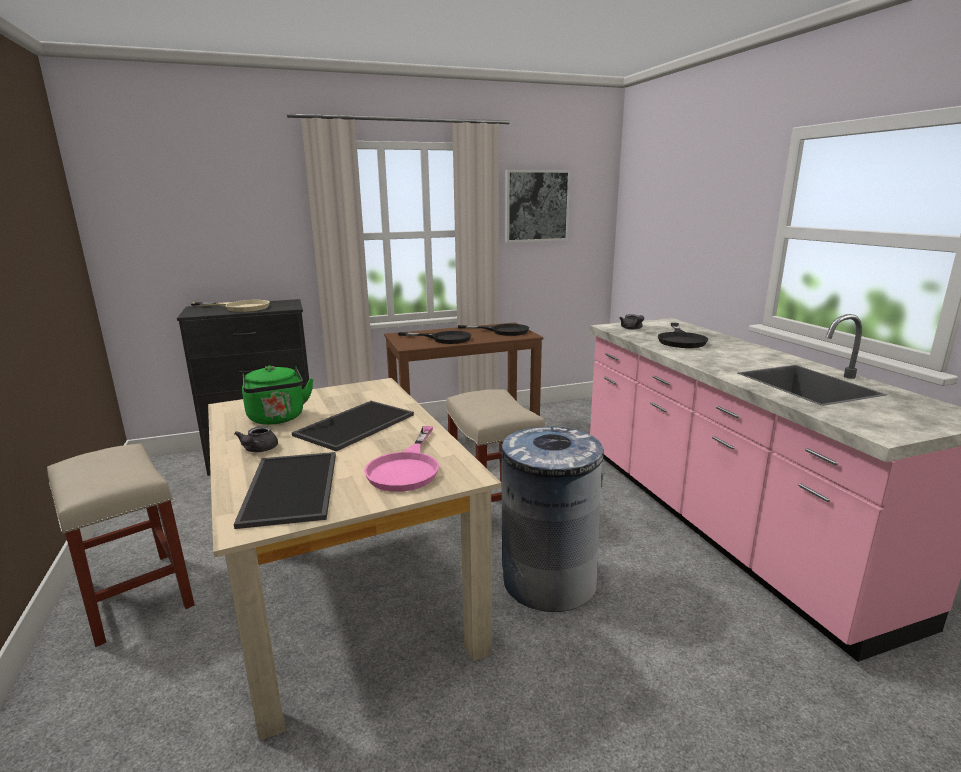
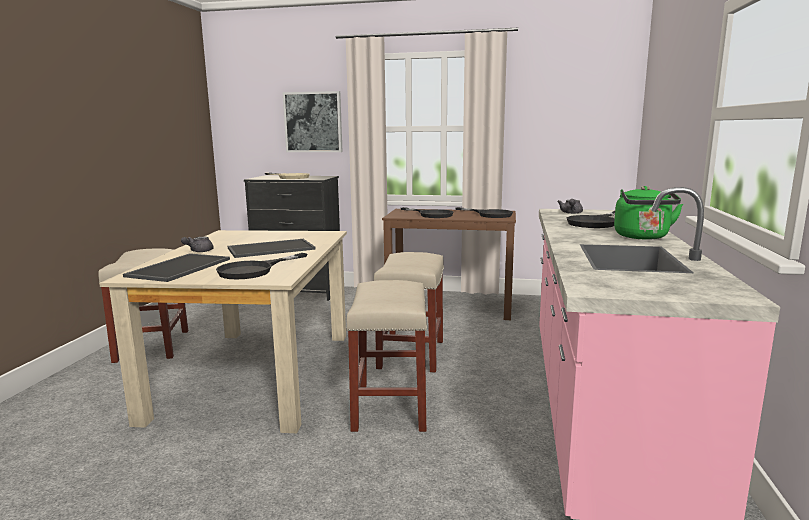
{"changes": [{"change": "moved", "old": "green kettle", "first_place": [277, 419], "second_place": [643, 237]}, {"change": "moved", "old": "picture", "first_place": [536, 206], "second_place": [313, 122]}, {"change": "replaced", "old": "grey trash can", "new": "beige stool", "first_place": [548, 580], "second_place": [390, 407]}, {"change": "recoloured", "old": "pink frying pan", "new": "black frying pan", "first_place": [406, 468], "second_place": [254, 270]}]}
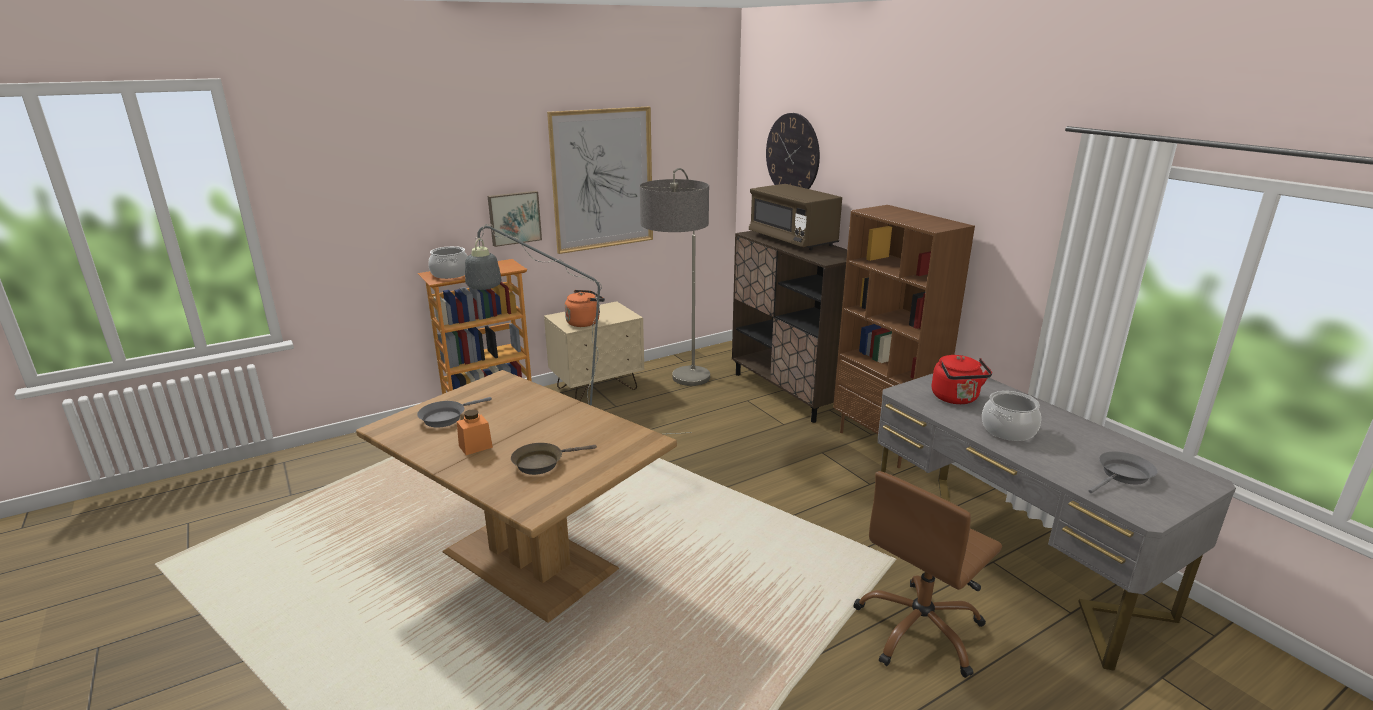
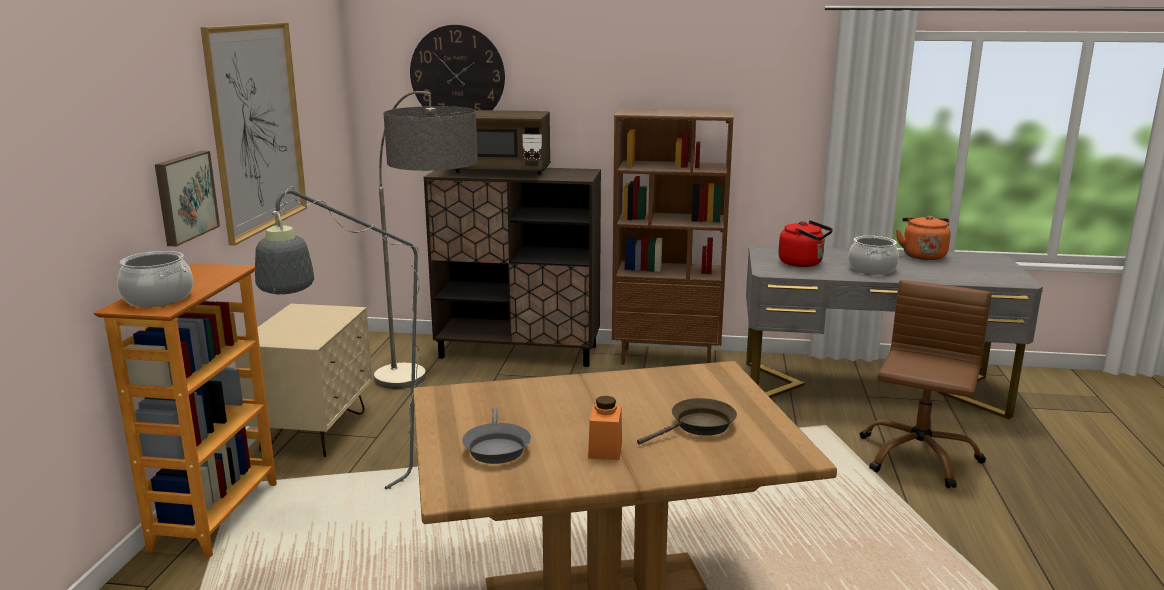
{"changes": [{"change": "removed", "old": "grey frying pan", "first_place": [1122, 476]}, {"change": "moved", "old": "orange kettle", "first_place": [584, 322], "second_place": [922, 255]}, {"change": "turned", "old": "brown frying pan", "first_place": [542, 463], "second_place": [698, 426], "degrees": -135}, {"change": "turned", "old": "brown office chair", "first_place": [920, 630], "second_place": [917, 456], "degrees": -150}]}
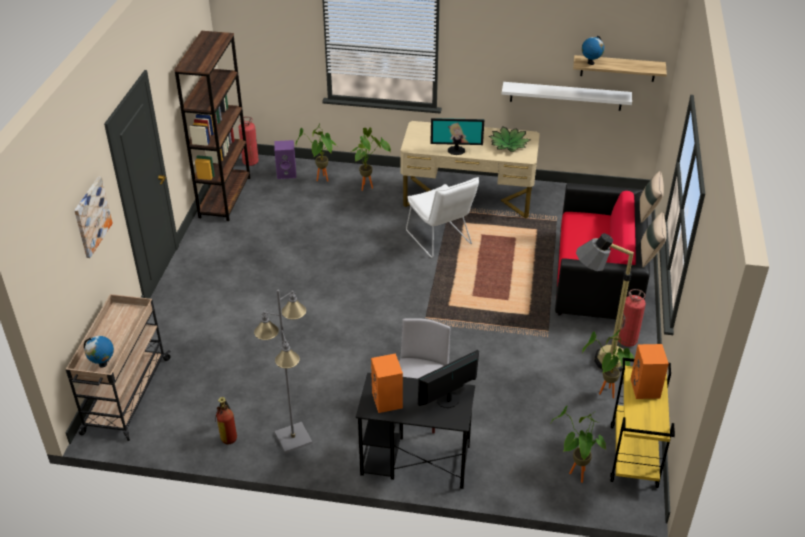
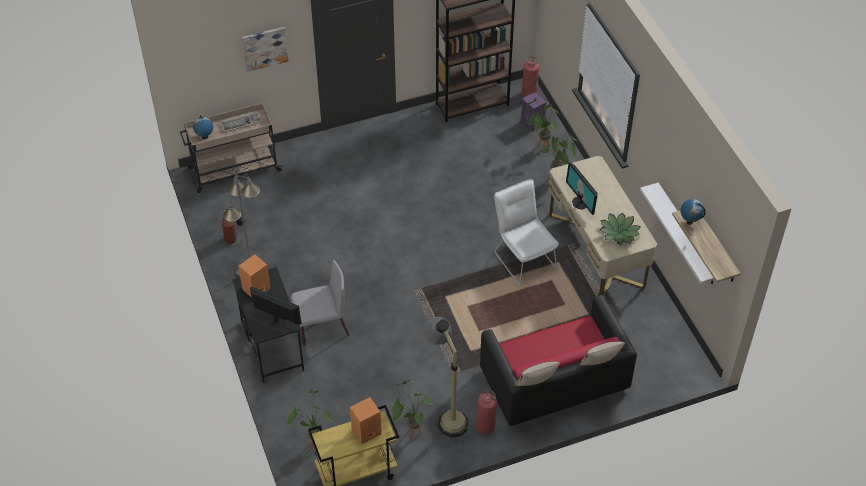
{"changes": [{"change": "added", "new": "keyboard", "second_place": [241, 122]}, {"change": "turned", "old": "white chair", "first_place": [441, 240], "second_place": [523, 257], "degrees": 120}]}
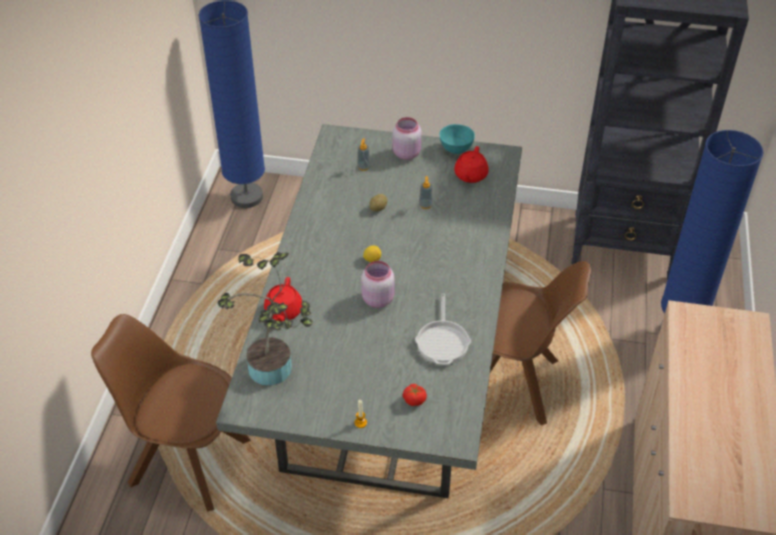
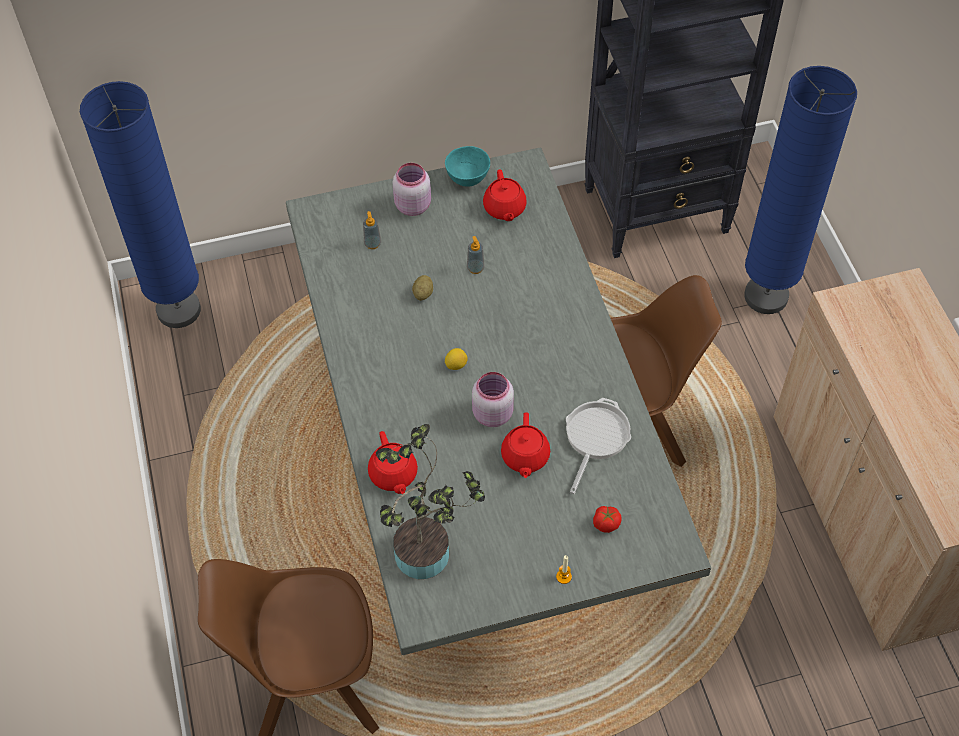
{"changes": [{"change": "added", "new": "red teapot", "second_place": [525, 457]}, {"change": "turned", "old": "frying pan", "first_place": [443, 341], "second_place": [595, 437], "degrees": -135}]}
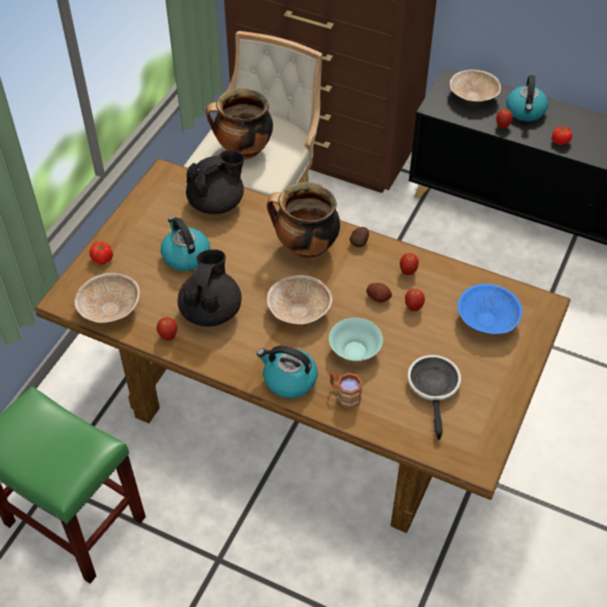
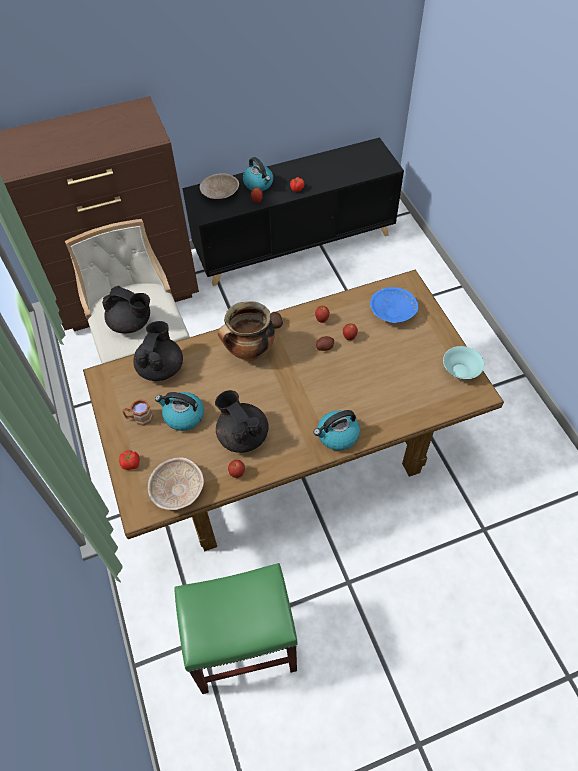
{"changes": [{"change": "removed", "old": "beige bowl", "first_place": [298, 310]}, {"change": "removed", "old": "frying pan", "first_place": [434, 388]}, {"change": "moved", "old": "turquoise bowl", "first_place": [355, 350], "second_place": [460, 370]}, {"change": "moved", "old": "brown mug", "first_place": [344, 395], "second_place": [139, 418]}, {"change": "replaced", "old": "cooking pot", "new": "black teapot", "first_place": [243, 151], "second_place": [131, 323]}]}
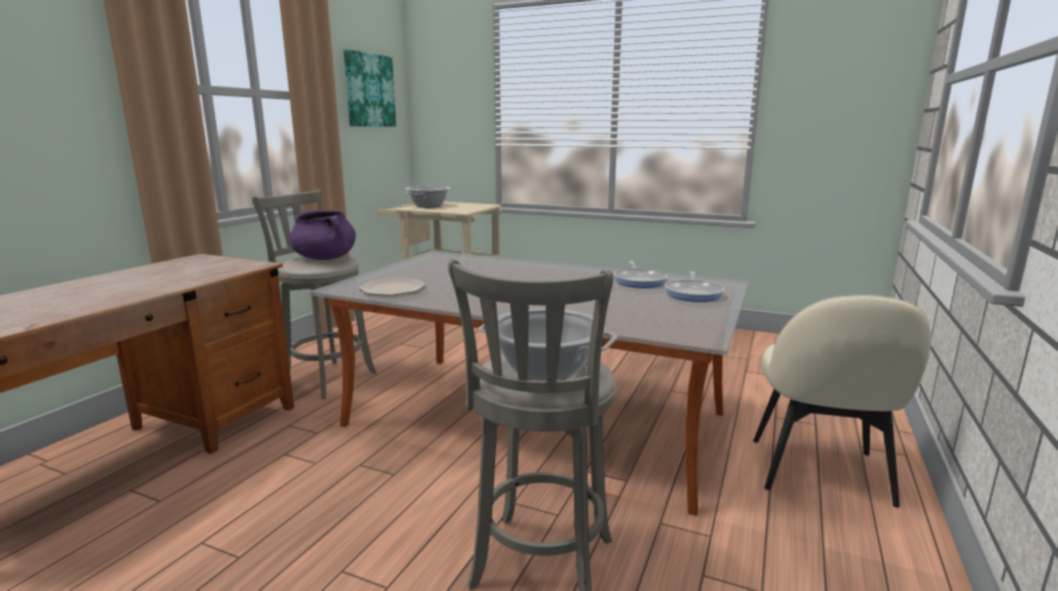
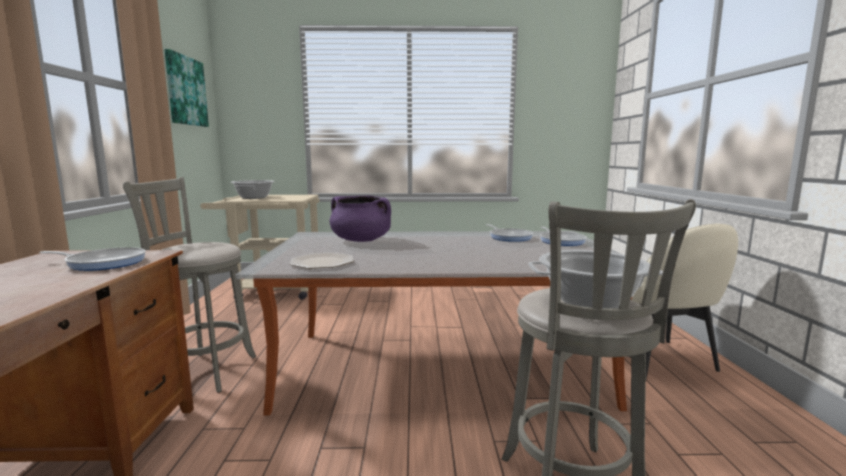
{"changes": [{"change": "added", "new": "frying pan", "second_place": [103, 263]}, {"change": "moved", "old": "purple cooking pot", "first_place": [325, 258], "second_place": [361, 240]}]}
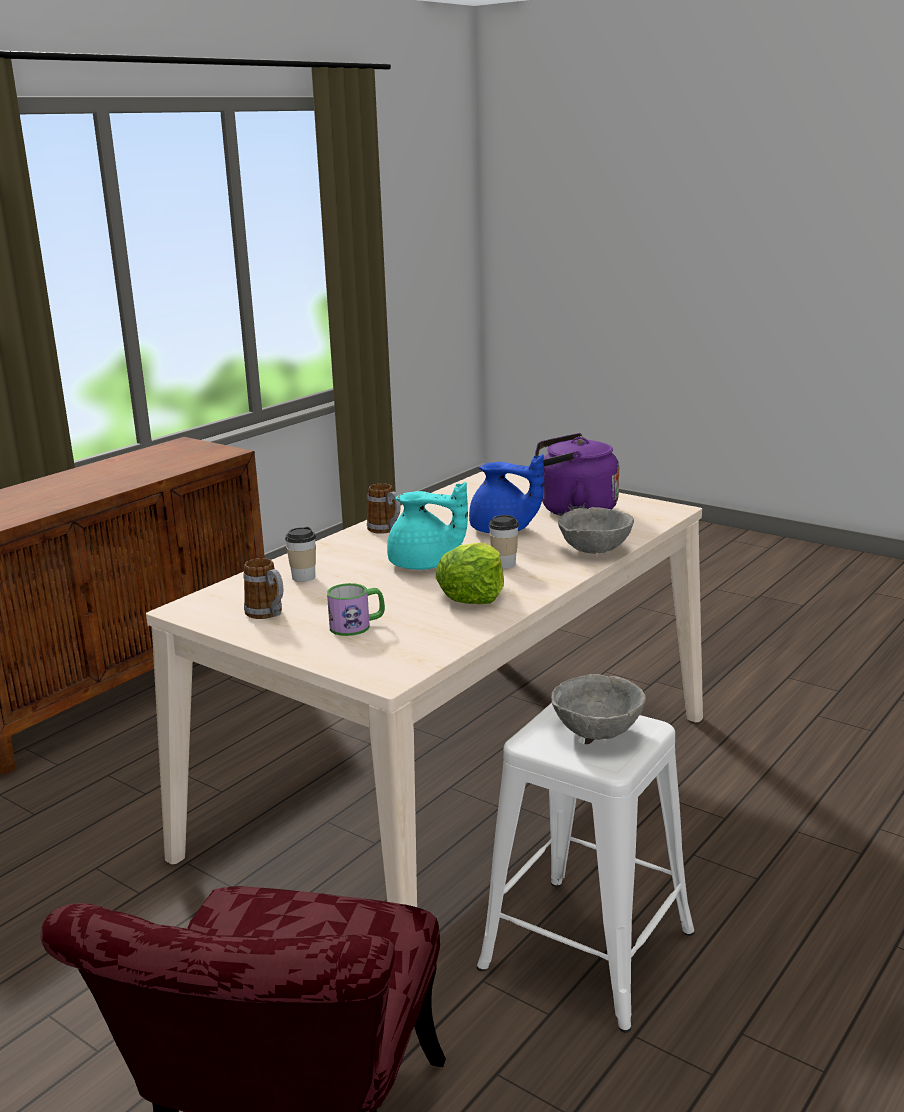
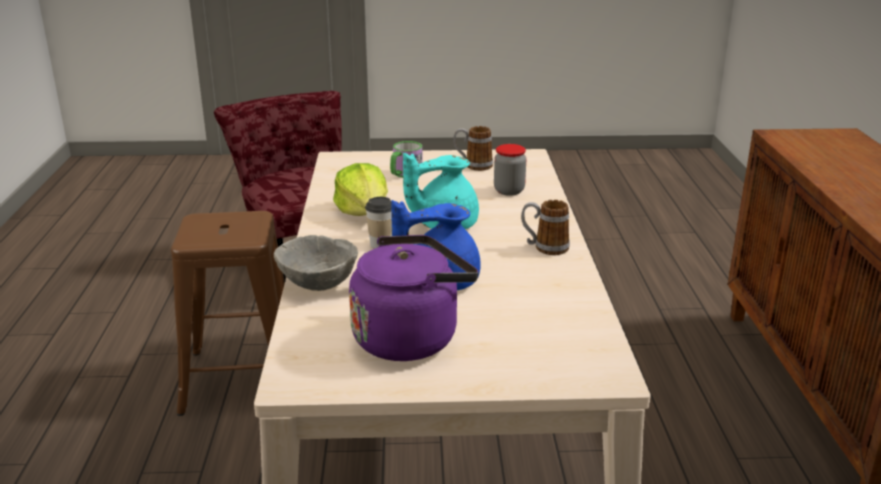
{"changes": [{"change": "removed", "old": "grey bowl", "first_place": [598, 733]}, {"change": "replaced", "old": "cup", "new": "jar", "first_place": [303, 577], "second_place": [509, 191]}, {"change": "recoloured", "old": "white stool", "new": "brown stool", "first_place": [586, 949], "second_place": [241, 378]}]}
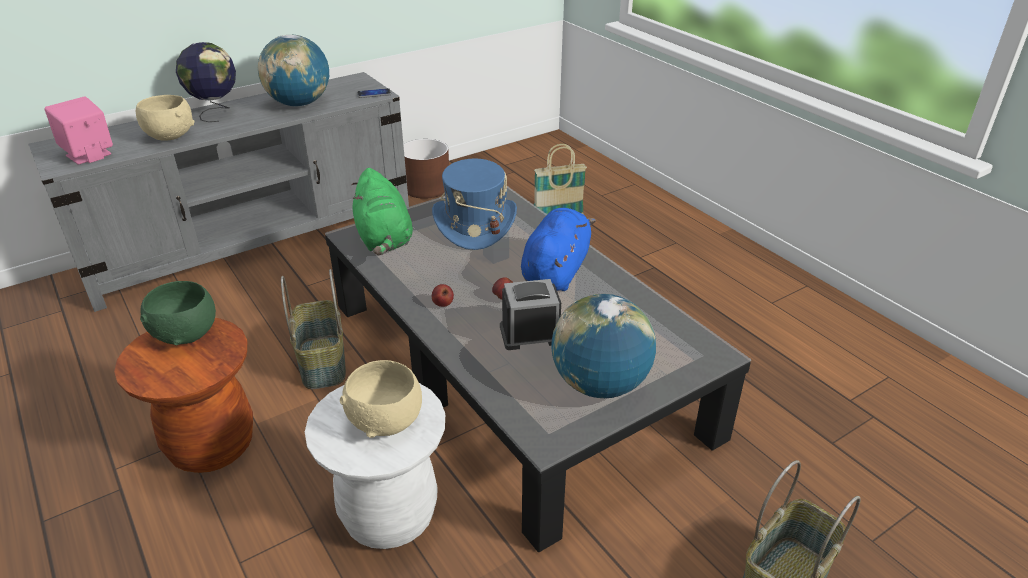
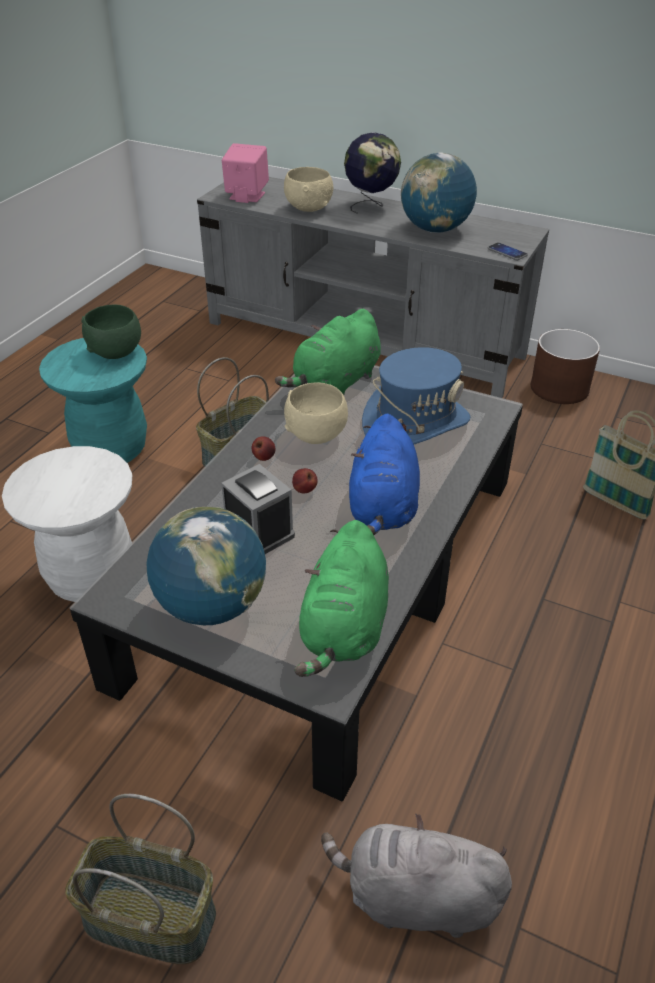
{"changes": [{"change": "added", "new": "green plush toy", "second_place": [344, 628]}, {"change": "added", "new": "grey plush toy", "second_place": [415, 897]}, {"change": "moved", "old": "beige bowl", "first_place": [387, 421], "second_place": [317, 435]}, {"change": "recoloured", "old": "brown stool", "new": "turquoise stool", "first_place": [211, 445], "second_place": [111, 449]}, {"change": "turned", "old": "blue plush toy", "first_place": [556, 271], "second_place": [383, 508], "degrees": 105}]}
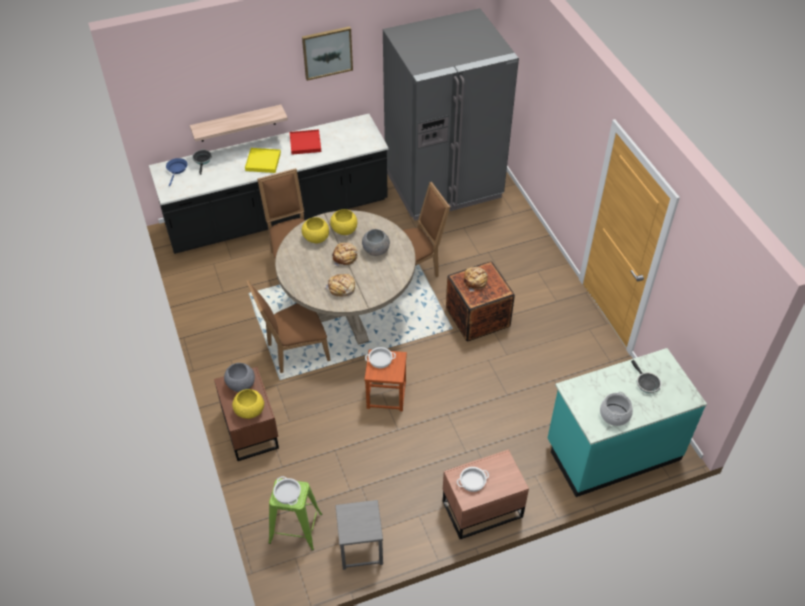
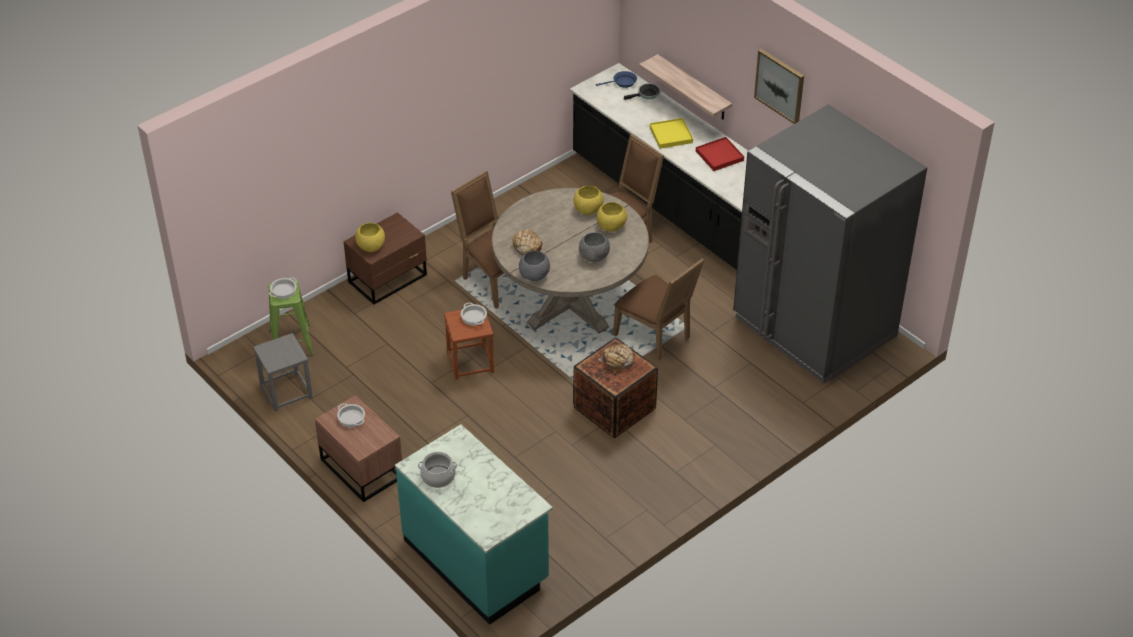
{"changes": [{"change": "removed", "old": "bread", "first_place": [345, 257]}, {"change": "removed", "old": "frying pan", "first_place": [646, 383]}, {"change": "moved", "old": "grey bowl", "first_place": [241, 384], "second_place": [534, 275]}]}
